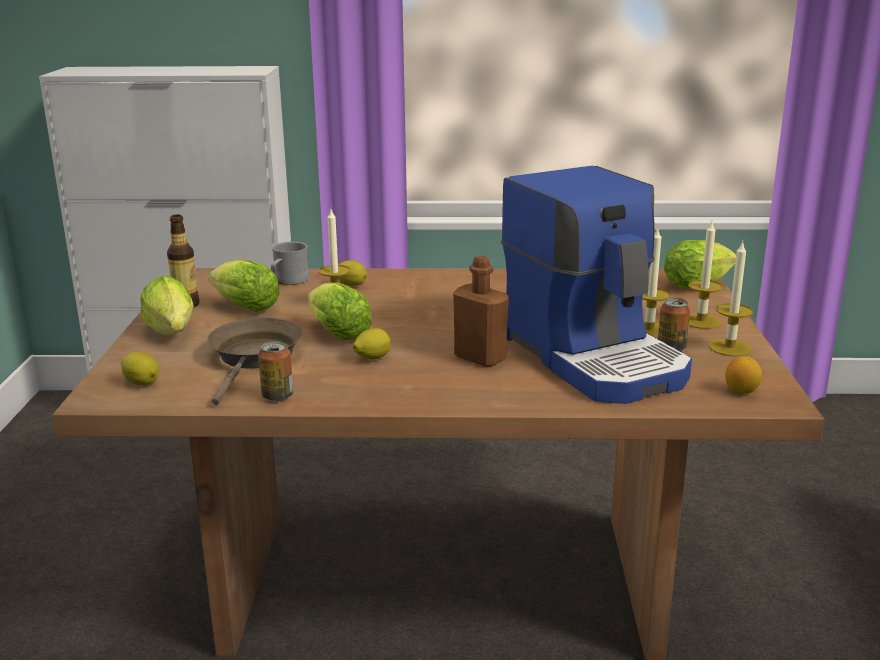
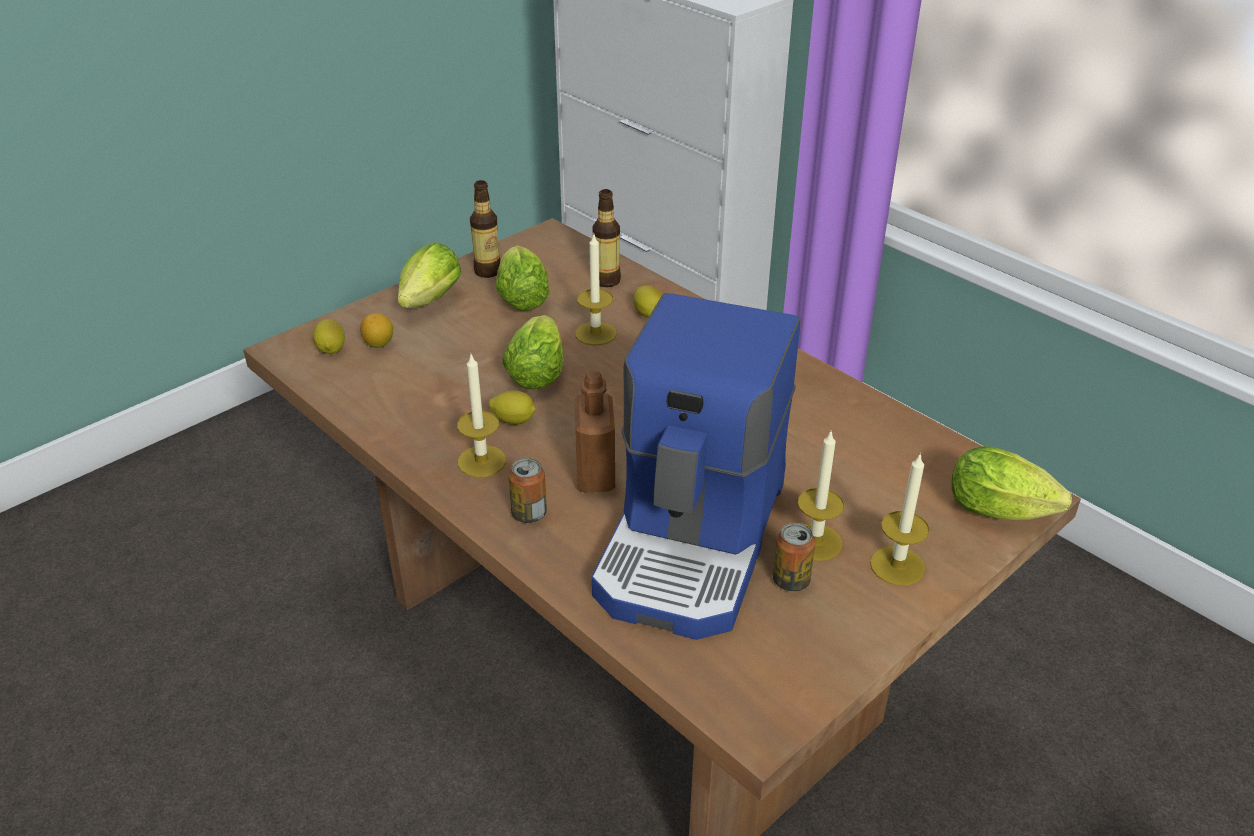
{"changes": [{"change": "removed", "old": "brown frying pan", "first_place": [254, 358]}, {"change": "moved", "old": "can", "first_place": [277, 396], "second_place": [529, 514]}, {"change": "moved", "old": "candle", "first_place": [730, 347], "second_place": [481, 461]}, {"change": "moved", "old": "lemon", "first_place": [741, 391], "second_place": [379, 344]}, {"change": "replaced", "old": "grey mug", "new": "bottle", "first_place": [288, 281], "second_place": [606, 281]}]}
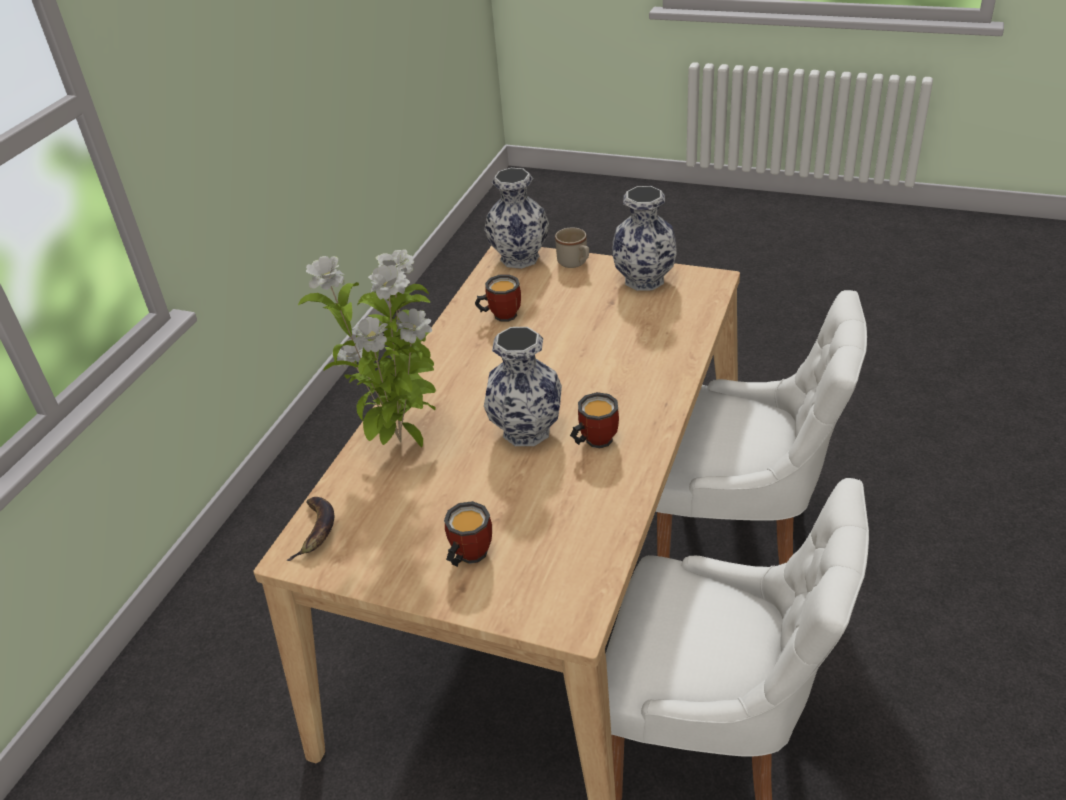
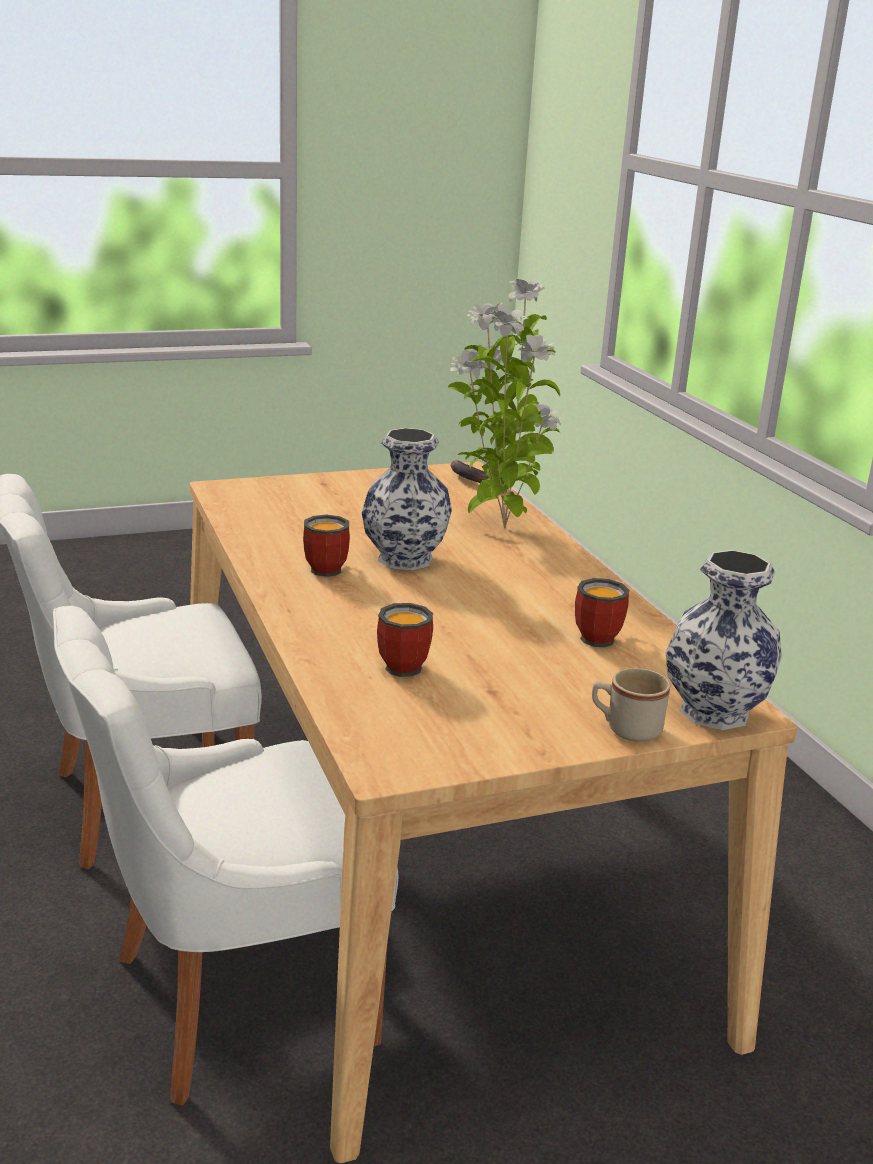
{"changes": [{"change": "removed", "old": "vase", "first_place": [645, 280]}, {"change": "moved", "old": "mug", "first_place": [467, 555], "second_place": [404, 664]}]}
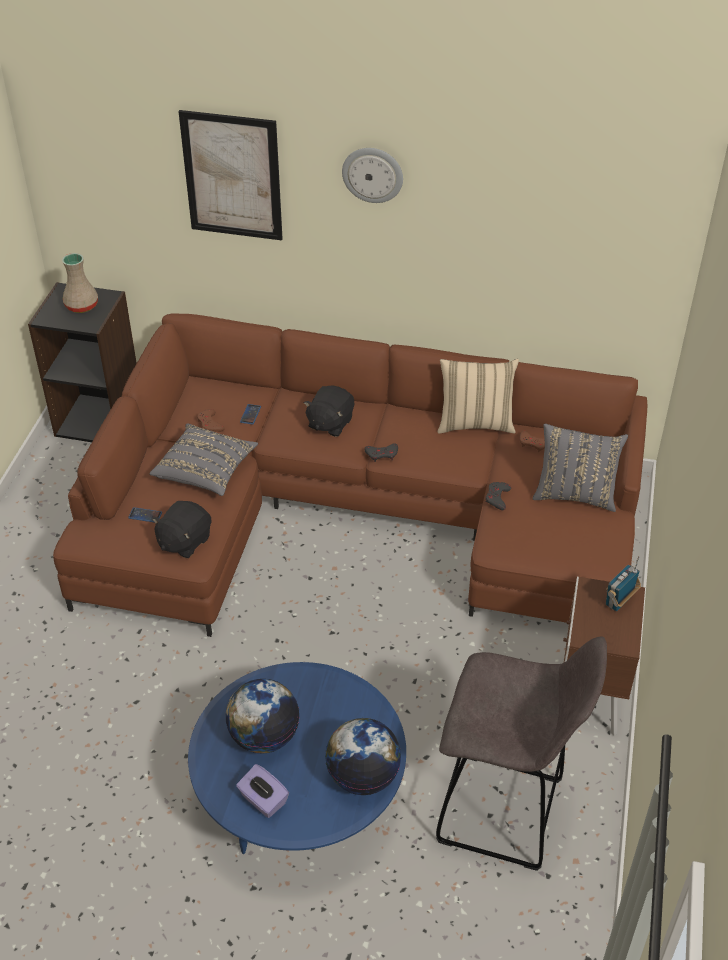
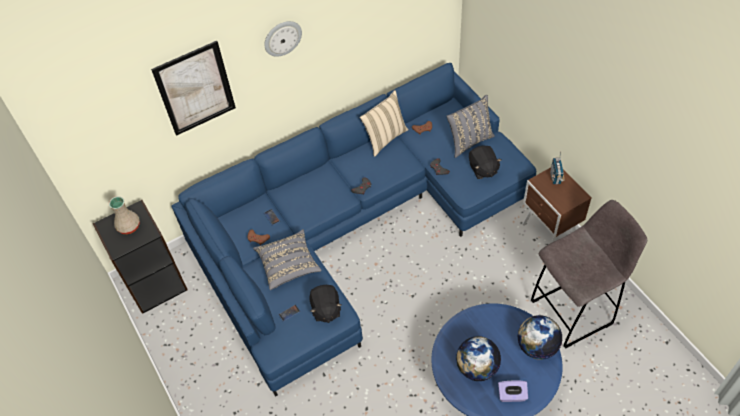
{"changes": [{"change": "moved", "old": "black plush toy", "first_place": [330, 423], "second_place": [483, 169]}, {"change": "recoloured", "old": "brown sofa", "new": "blue sofa", "first_place": [353, 513], "second_place": [351, 229]}]}
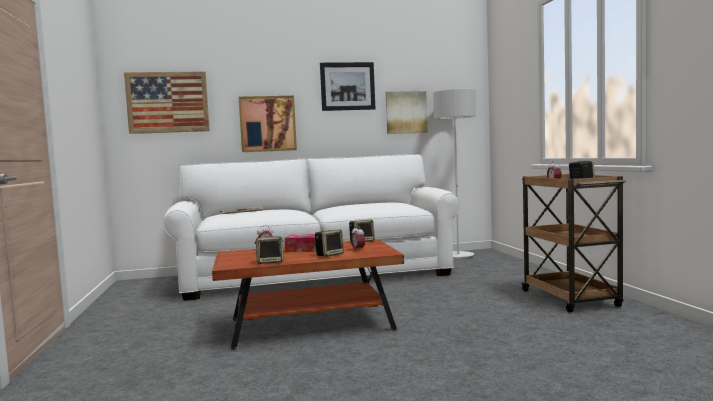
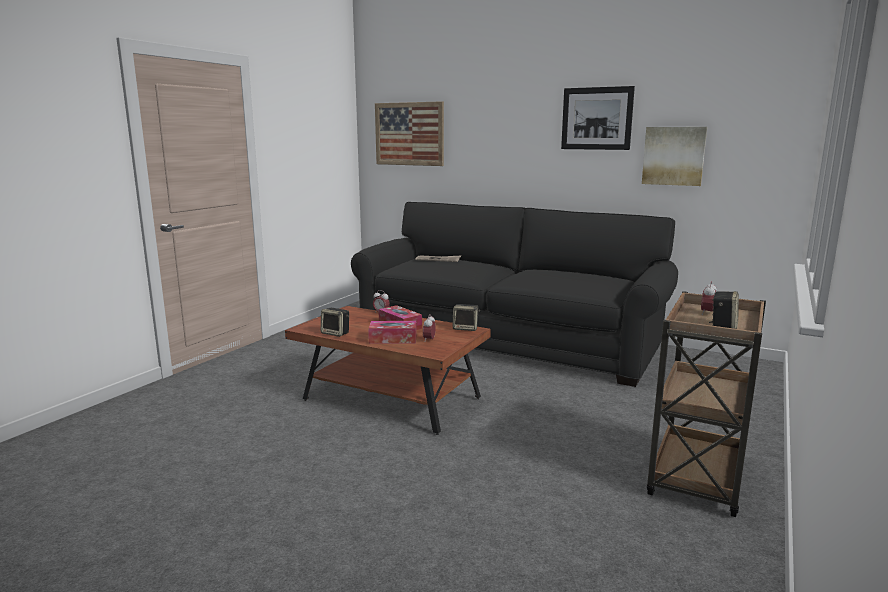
{"changes": [{"change": "removed", "old": "picture", "first_place": [267, 124]}, {"change": "removed", "old": "grey floor lamp", "first_place": [458, 256]}, {"change": "replaced", "old": "speaker", "new": "tissue box", "first_place": [330, 255], "second_place": [393, 339]}, {"change": "recoloured", "old": "white sofa", "new": "black sofa", "first_place": [316, 275], "second_place": [508, 341]}]}
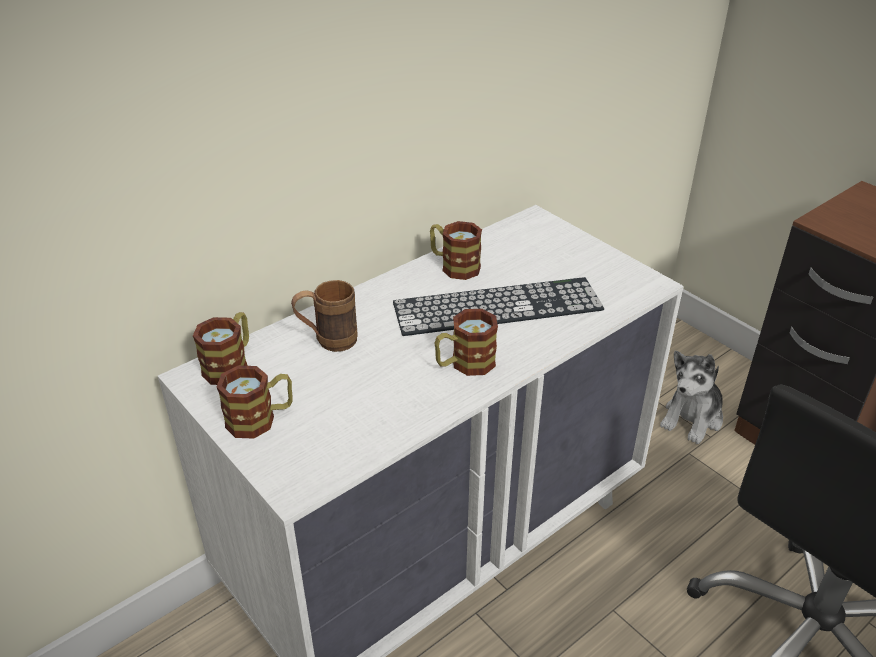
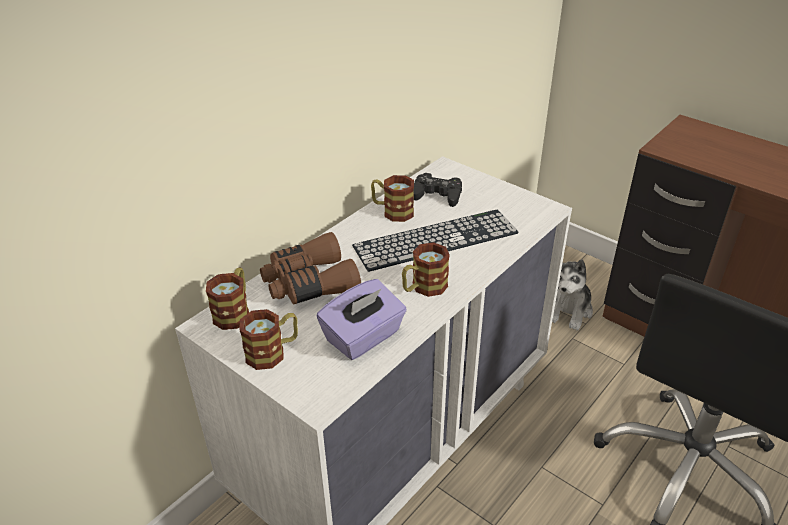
{"changes": [{"change": "added", "new": "purple tissue box", "second_place": [363, 337]}, {"change": "added", "new": "black game controller", "second_place": [437, 195]}, {"change": "replaced", "old": "brown mug", "new": "brown binoculars", "first_place": [327, 341], "second_place": [309, 283]}]}
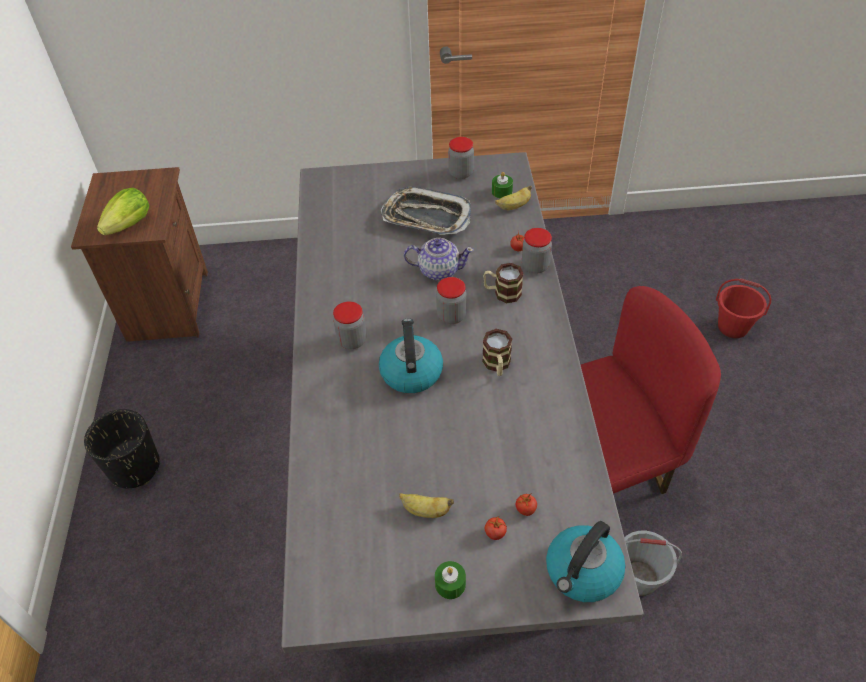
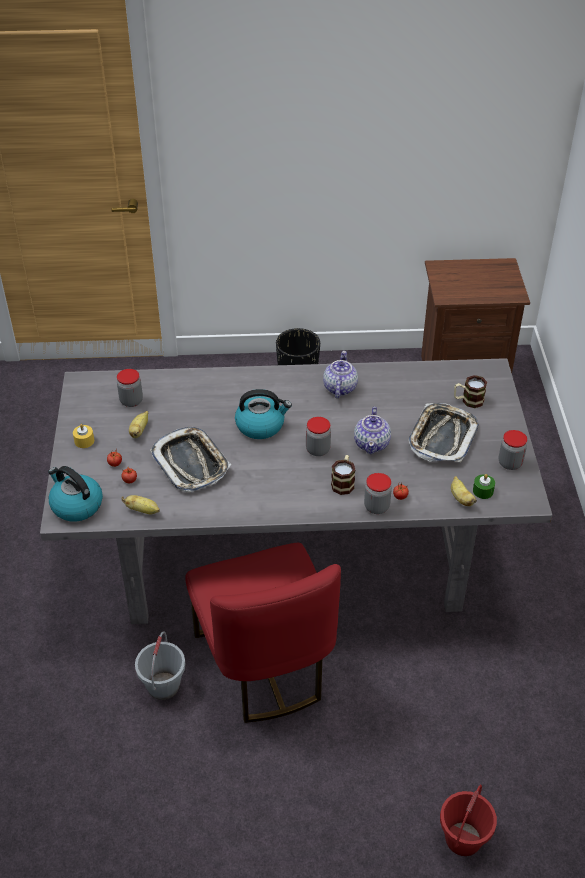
{"changes": [{"change": "removed", "old": "lettuce", "first_place": [130, 225]}, {"change": "added", "new": "banana", "second_place": [143, 511]}, {"change": "added", "new": "tray", "second_place": [191, 463]}, {"change": "added", "new": "teapot", "second_place": [339, 387]}, {"change": "moved", "old": "jar", "first_place": [352, 340], "second_place": [131, 401]}, {"change": "moved", "old": "mug", "first_place": [497, 365], "second_place": [468, 400]}, {"change": "recoloured", "old": "green candle", "new": "yellow candle", "first_place": [450, 584], "second_place": [84, 441]}]}
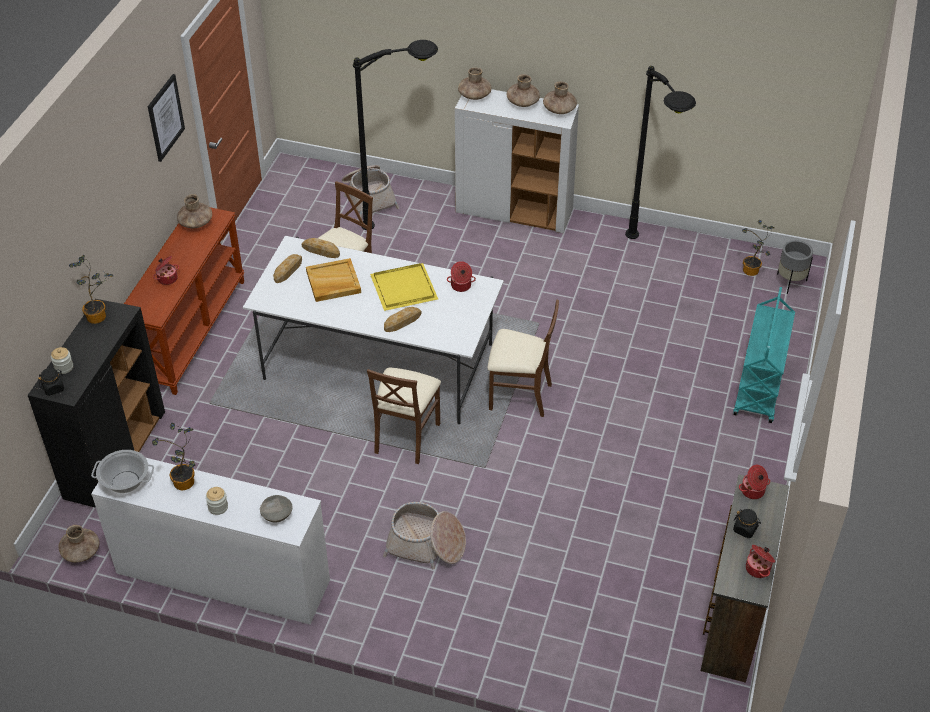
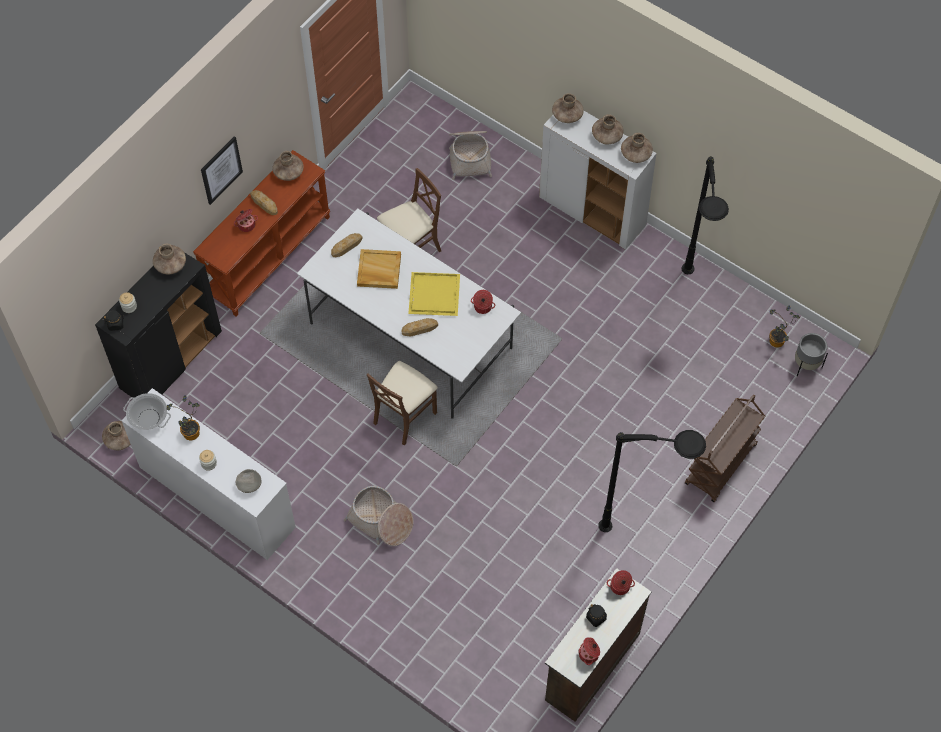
{"changes": [{"change": "removed", "old": "brown chair", "first_place": [519, 395]}, {"change": "moved", "old": "picture", "first_place": [165, 117], "second_place": [221, 170]}, {"change": "moved", "old": "bread", "first_place": [321, 250], "second_place": [264, 203]}, {"change": "moved", "old": "black floor lamp", "first_place": [410, 221], "second_place": [649, 533]}, {"change": "replaced", "old": "potted plant", "new": "brown vase", "first_place": [99, 316], "second_place": [170, 264]}, {"change": "recoloured", "old": "turquoise cart", "new": "brown cart", "first_place": [759, 389], "second_place": [721, 465]}]}
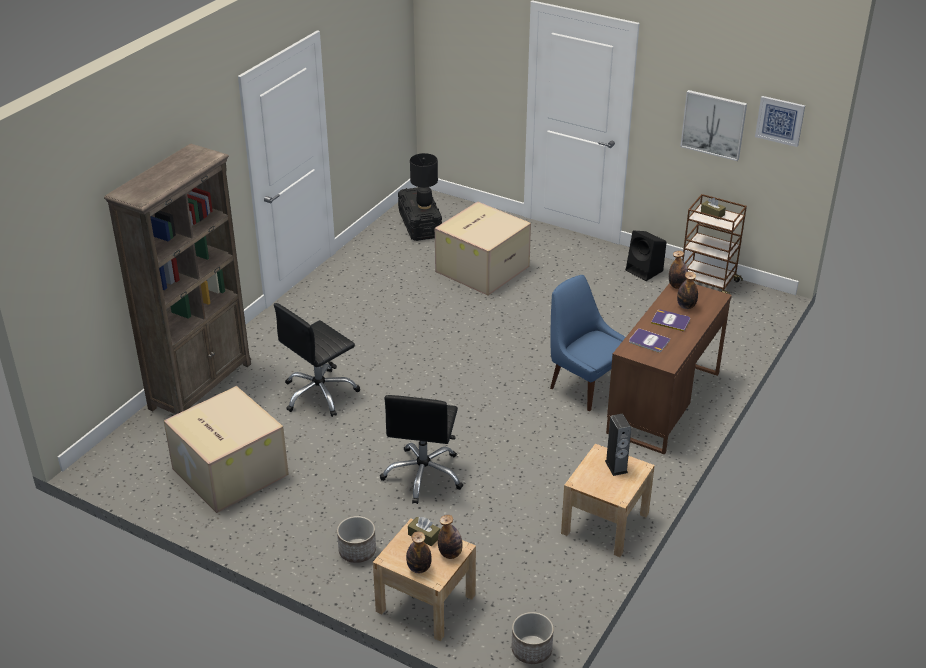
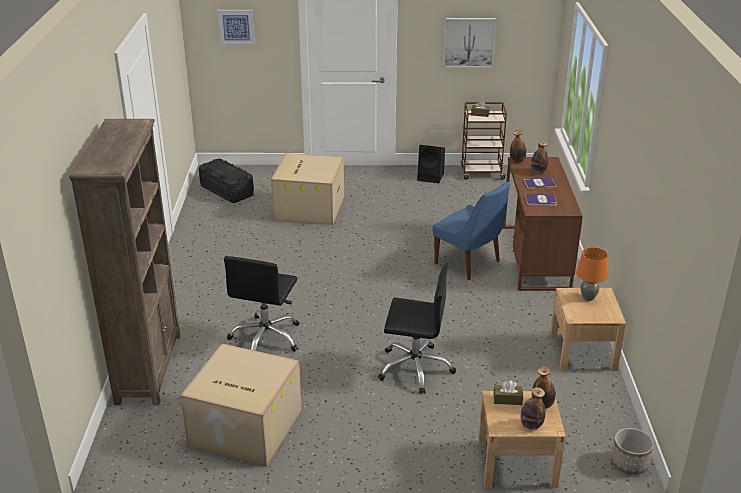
{"changes": [{"change": "removed", "old": "planter", "first_place": [357, 551]}, {"change": "removed", "old": "black table lamp", "first_place": [424, 205]}, {"change": "moved", "old": "picture", "first_place": [780, 120], "second_place": [236, 27]}, {"change": "replaced", "old": "speaker", "new": "orange table lamp", "first_place": [616, 466], "second_place": [588, 297]}, {"change": "turned", "old": "black office chair", "first_place": [424, 475], "second_place": [415, 368], "degrees": -60}, {"change": "turned", "old": "blue chair", "first_place": [585, 385], "second_place": [469, 263], "degrees": -150}]}
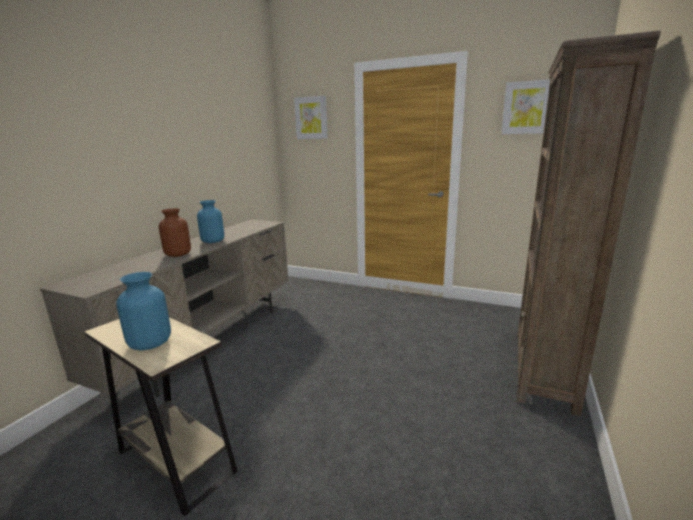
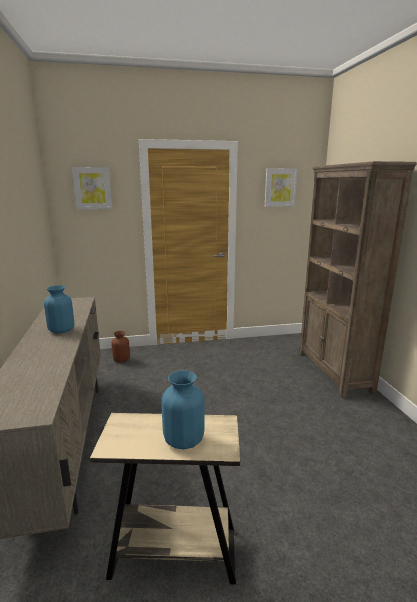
{"changes": [{"change": "moved", "old": "brown vase", "first_place": [178, 254], "second_place": [121, 359]}]}
